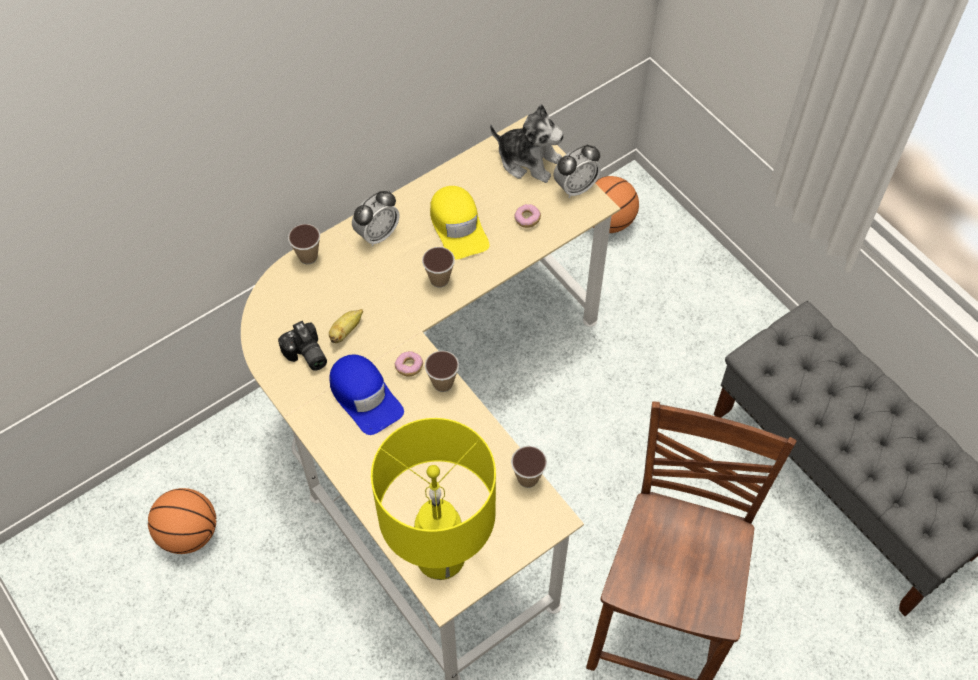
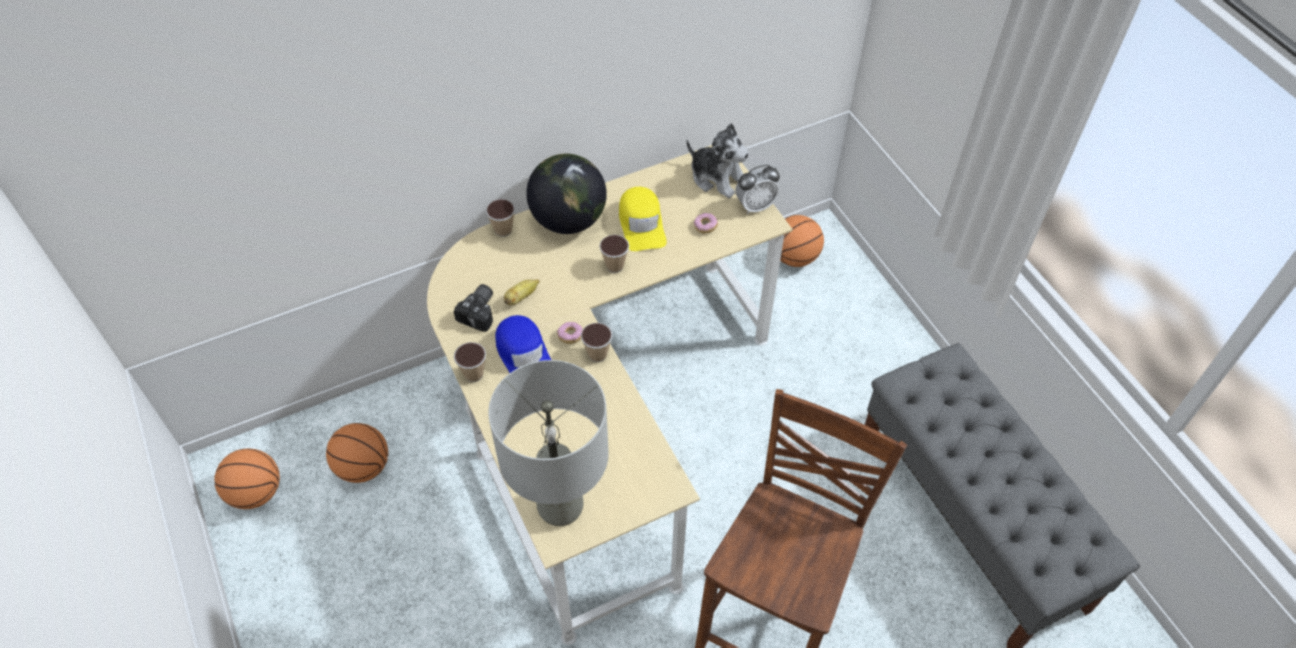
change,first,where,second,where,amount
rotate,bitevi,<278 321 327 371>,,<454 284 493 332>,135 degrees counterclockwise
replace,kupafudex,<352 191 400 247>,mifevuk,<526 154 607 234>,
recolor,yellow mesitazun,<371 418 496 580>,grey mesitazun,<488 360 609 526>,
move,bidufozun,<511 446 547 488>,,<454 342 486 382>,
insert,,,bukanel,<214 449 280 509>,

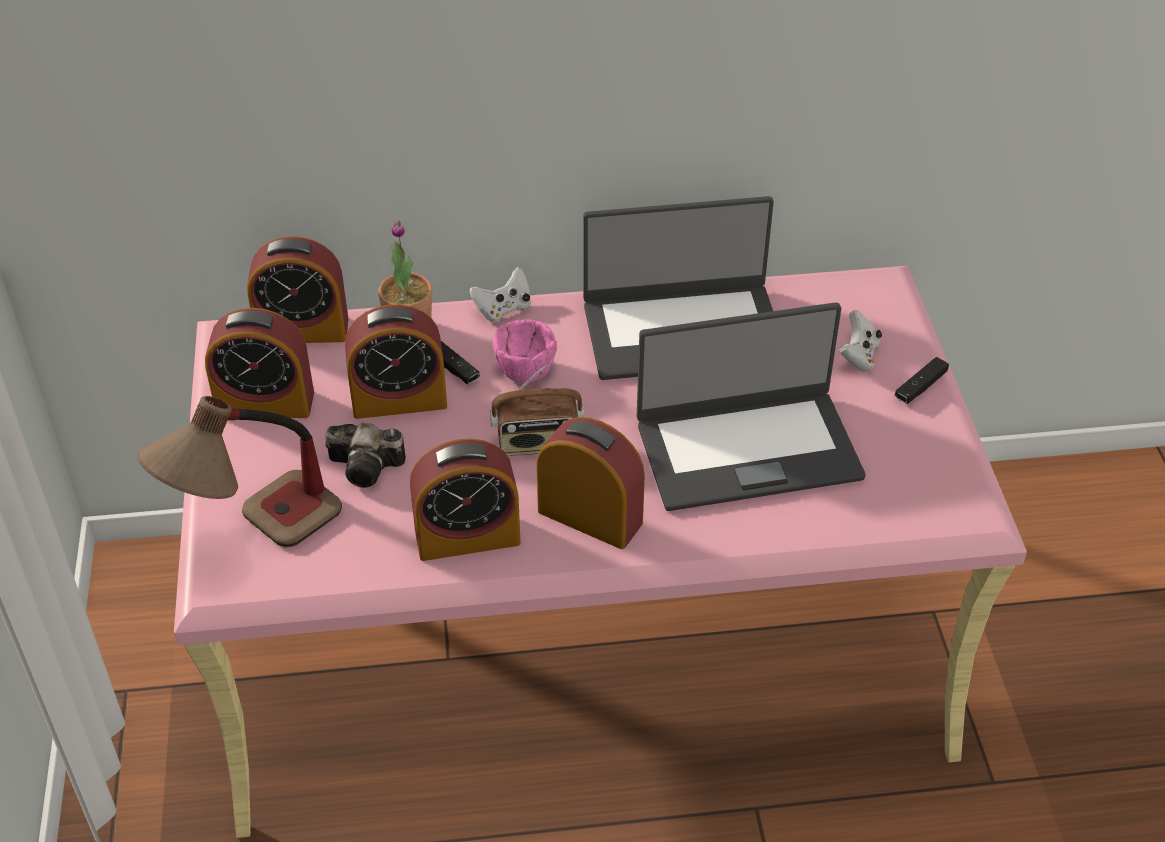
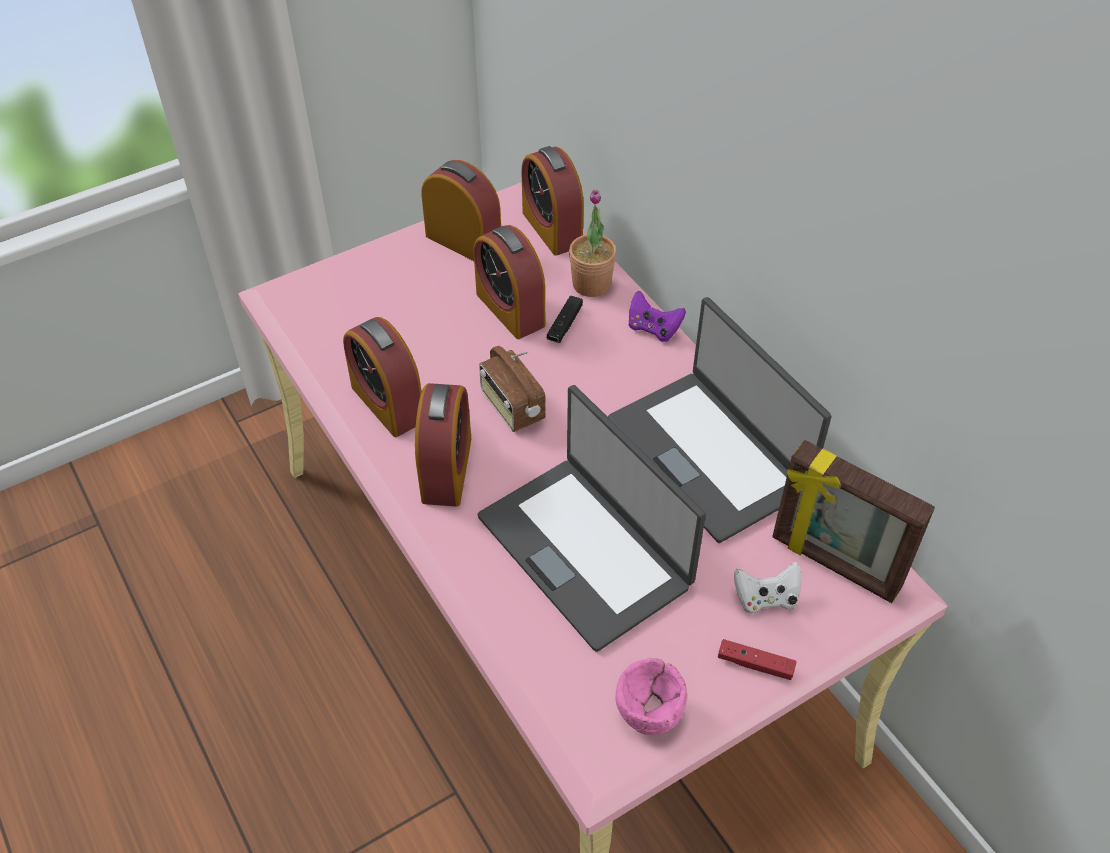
change,first,where,second,where,amount
delete,mesitazun,<138 396 342 547>,,,
rotate,kupafudex,<205 308 314 418>,,<422 160 501 261>,150 degrees clockwise
delete,bitevi,<325 422 406 488>,,,
recolor,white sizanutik,<469 267 531 323>,purple sizanutik,<628 291 686 342>,
move,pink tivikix,<492 319 557 383>,,<616 658 687 735>,
recolor,black sizanutik,<894 357 949 404>,red sizanutik,<718 639 796 680>,
insert,,,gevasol,<772 440 935 603>,

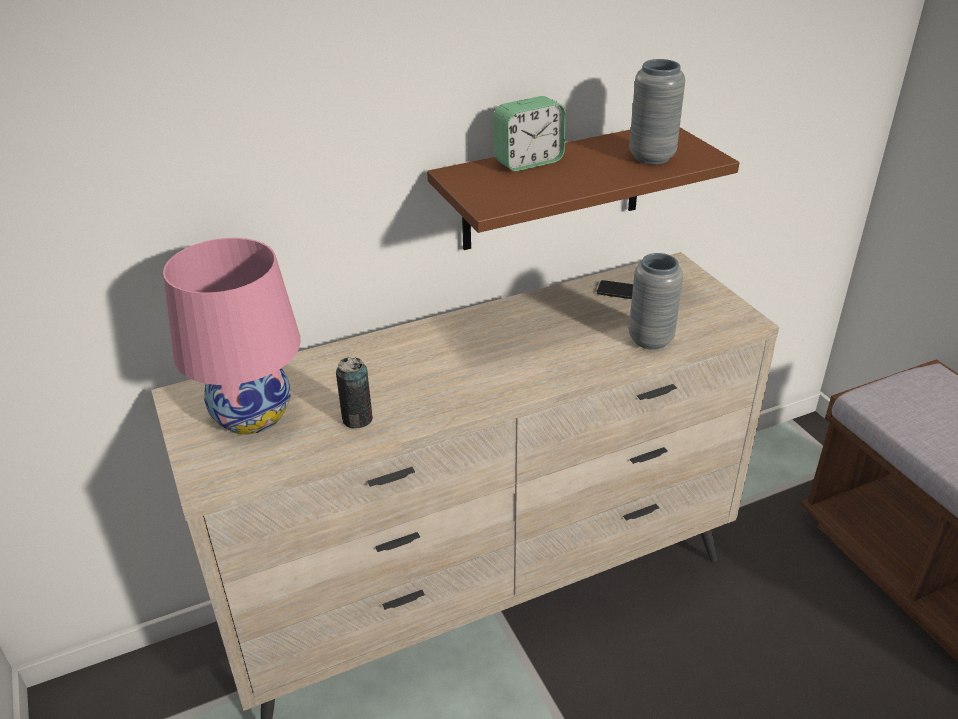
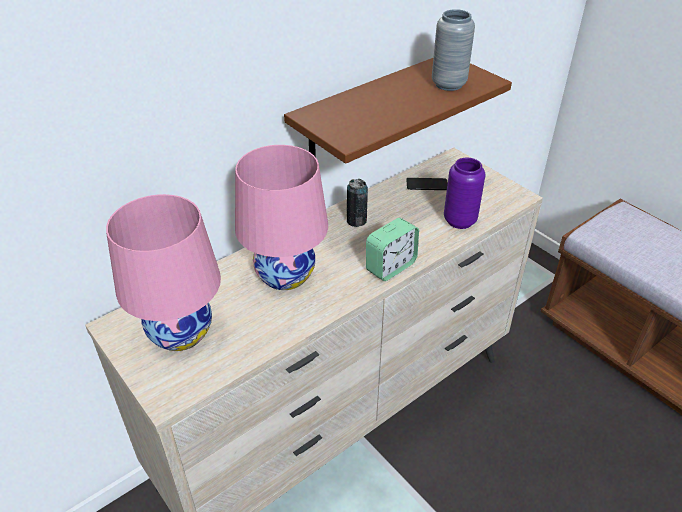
change,first,where,second,where,amount
move,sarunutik,<336 357 373 428>,,<347 179 368 227>,
move,kupafudex,<493 96 566 171>,,<366 218 419 281>,
recolor,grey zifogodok,<629 253 683 350>,purple zifogodok,<444 158 485 229>,
insert,,,pink mesitazun,<235 145 328 290>,

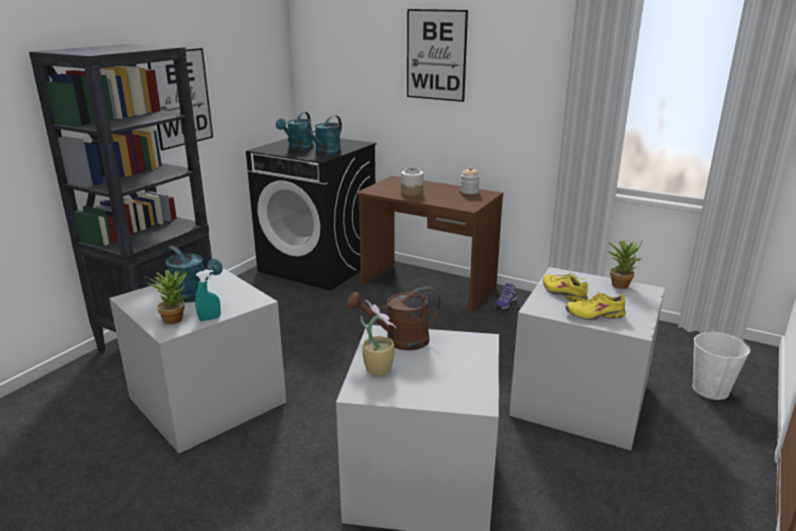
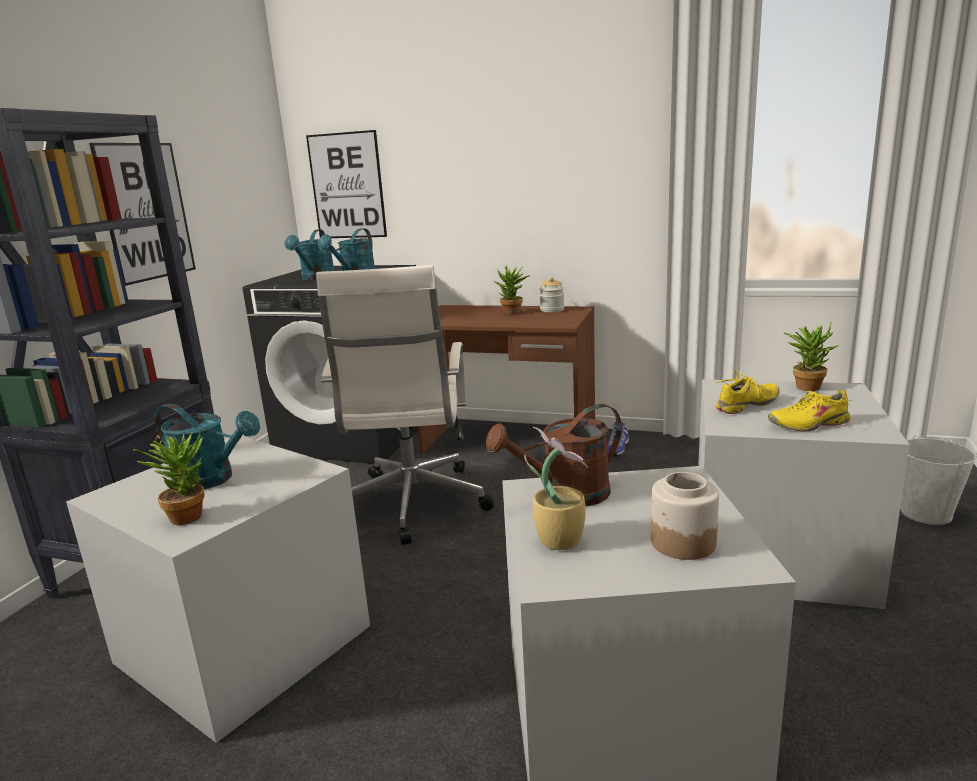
change,first,where,second,where,amount
delete,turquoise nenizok,<195 270 221 321>,,,
move,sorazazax,<401 167 424 196>,,<651 472 719 560>,
move,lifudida,<407 9 468 102>,,<306 130 387 238>,
rotate,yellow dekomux,<543 273 588 302>,,<716 370 780 414>,105 degrees clockwise
insert,,,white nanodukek,<316 265 494 545>,
insert,,,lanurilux,<494 265 530 315>,

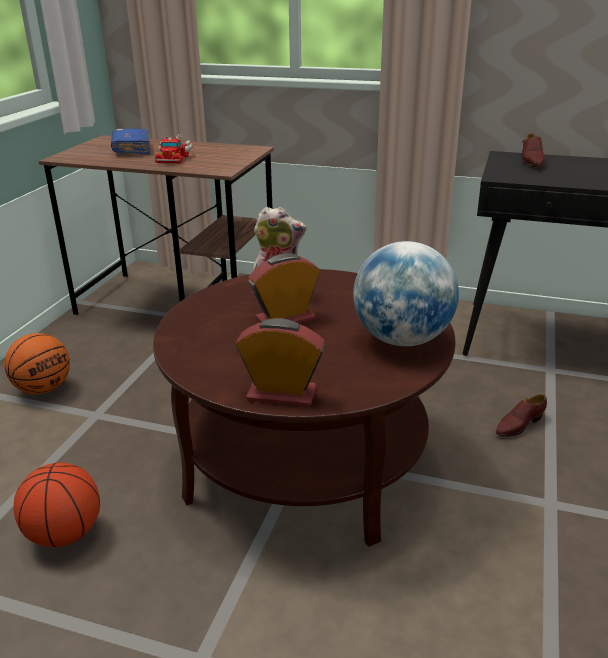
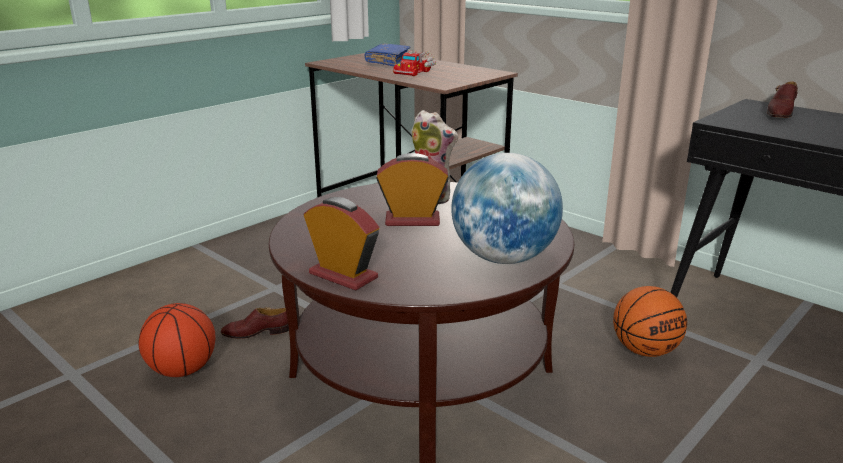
change,first,where,second,where,amount
move,bukanel,<4 333 70 394>,,<613 286 687 357>,
move,brown dekomux,<496 394 547 437>,,<221 307 289 339>,

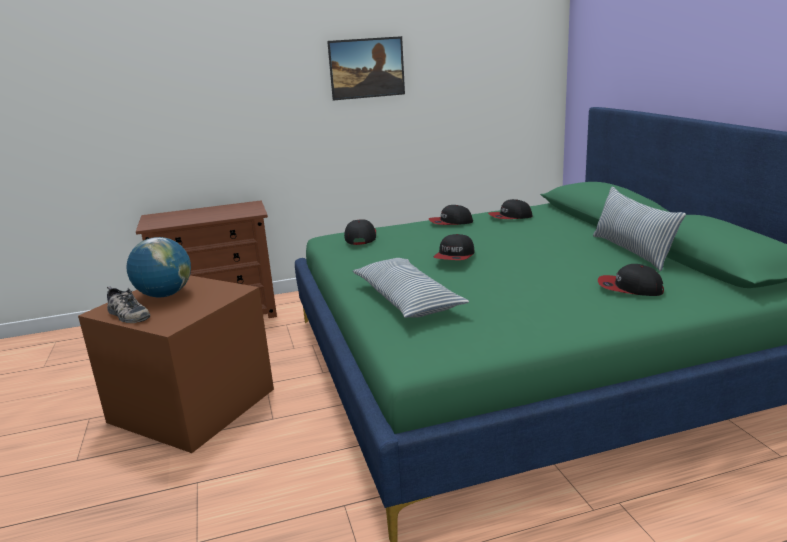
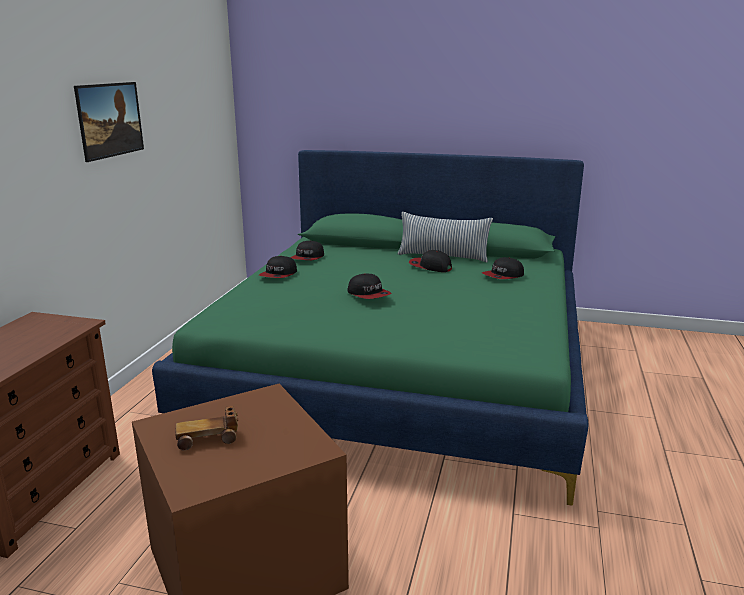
change,first,where,second,where,amount
delete,dekomux,<107 286 150 323>,,,
replace,mifevuk,<126 237 191 297>,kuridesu,<175 406 238 451>,
move,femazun,<344 219 376 245>,,<409 250 452 272>,
delete,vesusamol,<353 258 469 318>,,,

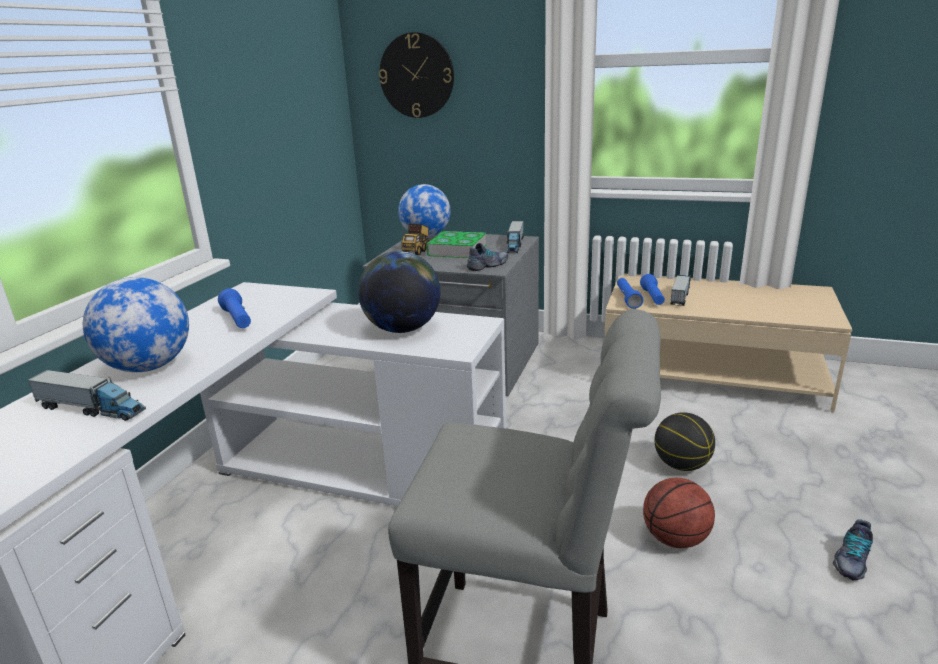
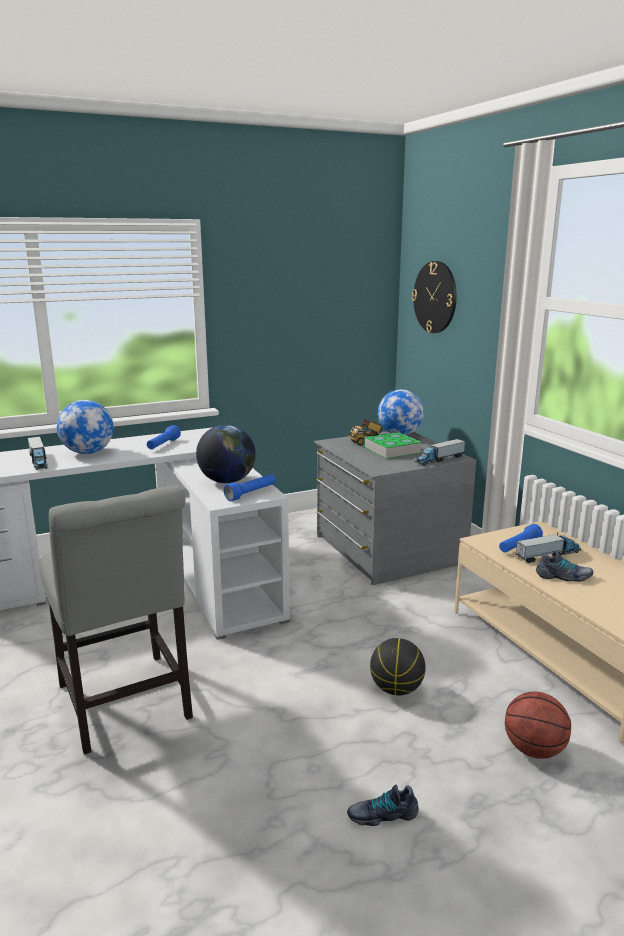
change,first,where,second,where,amount
move,dekomux,<467 243 508 271>,,<536 551 593 582>,
move,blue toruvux,<617 278 643 309>,,<224 474 276 501>,
move,bukanel,<643 478 715 548>,,<505 692 571 759>,

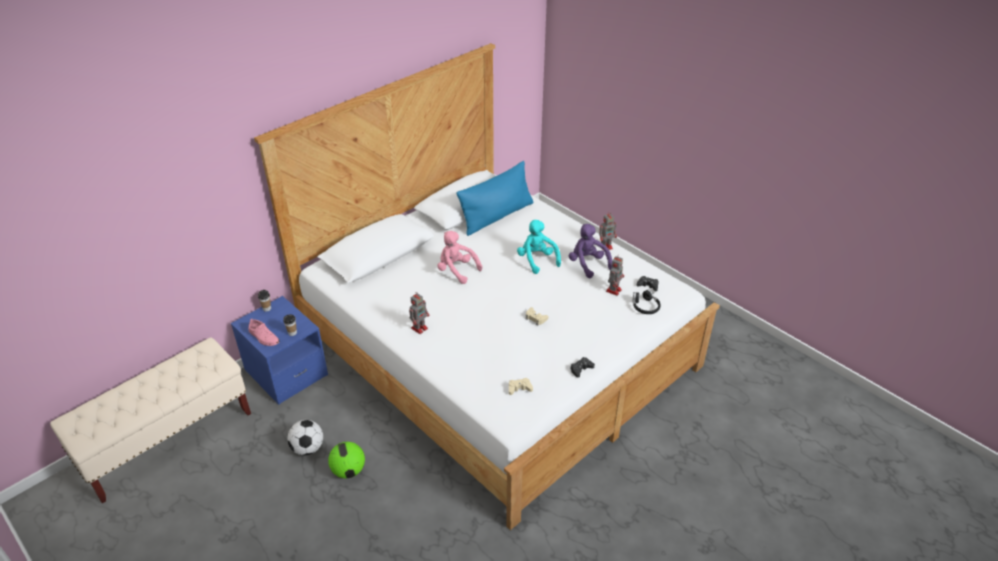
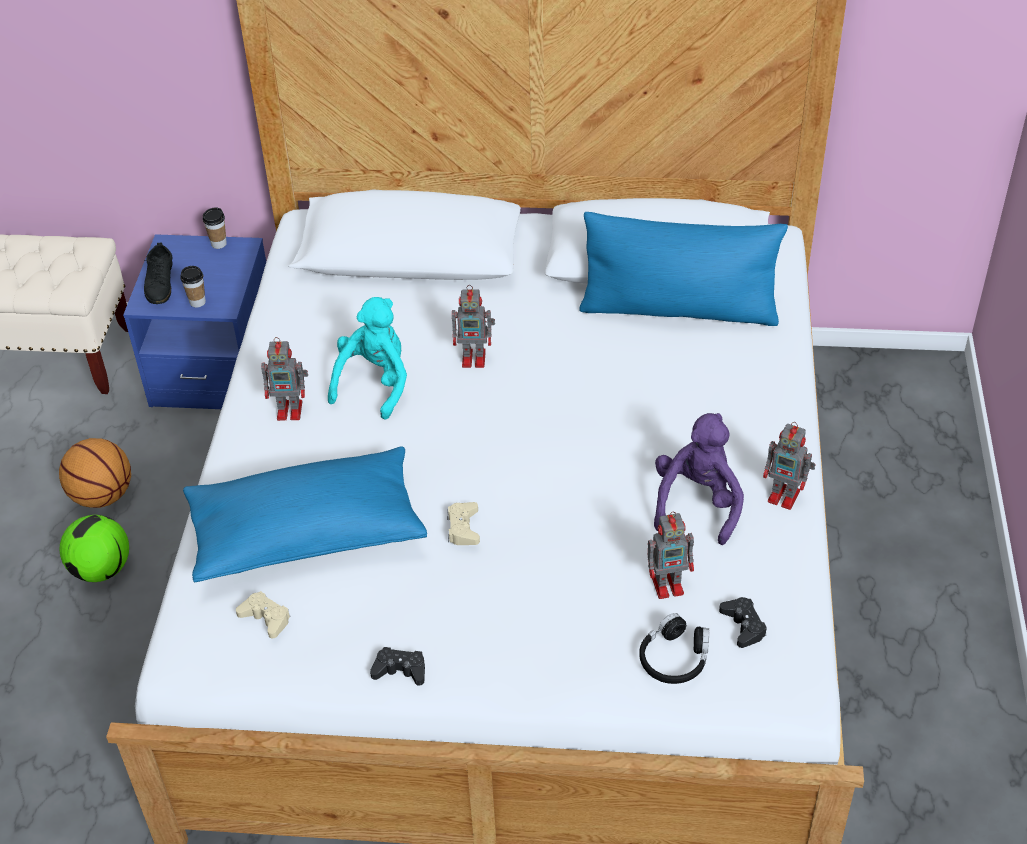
change,first,where,second,where,amount
recolor,pink dekomux,<248 319 280 346>,black dekomux,<144 242 173 304>,
replace,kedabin,<287 420 323 455>,bukanel,<59 438 131 508>,
replace,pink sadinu,<437 231 482 284>,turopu,<452 285 495 368>,
move,turquoise sadinu,<517 220 561 274>,,<328 297 407 420>,
insert,,,blue vesusamol,<183 446 427 582>,

